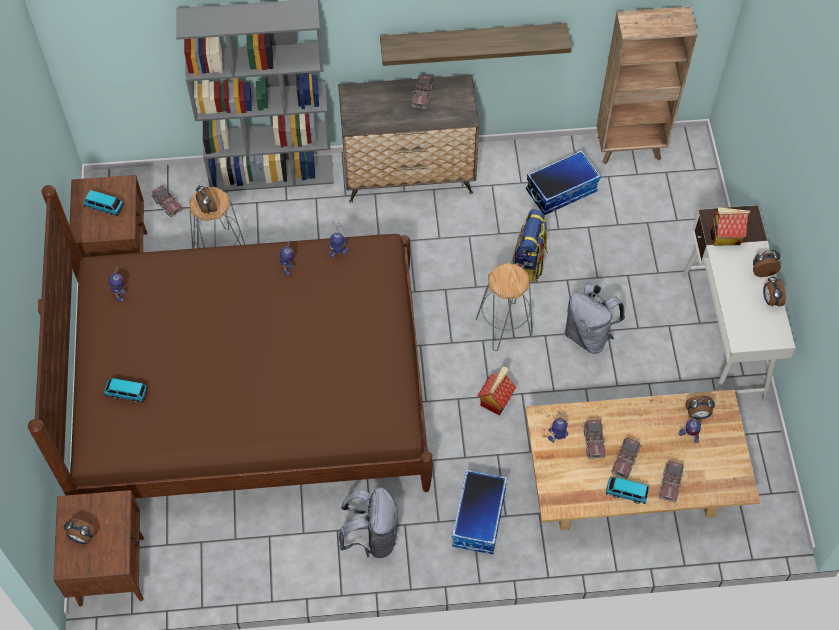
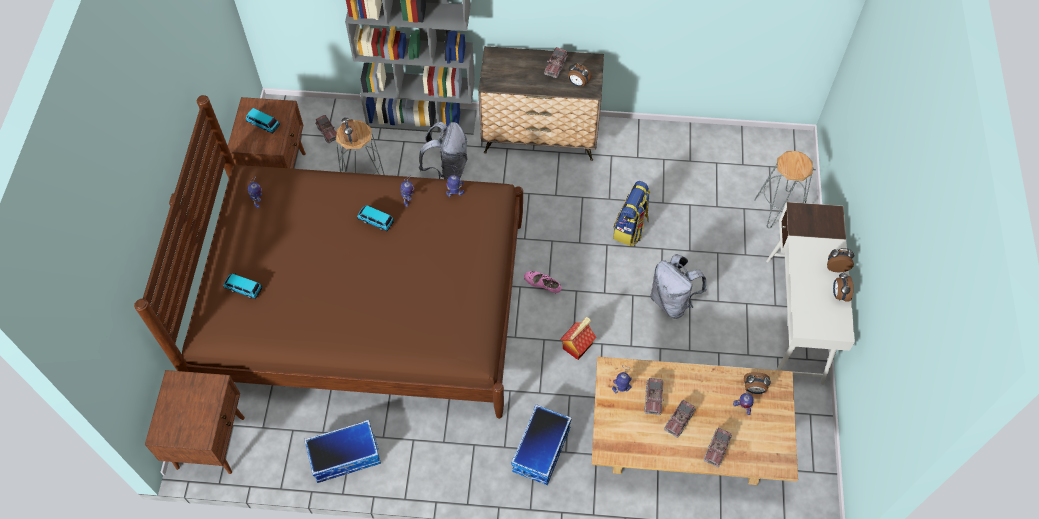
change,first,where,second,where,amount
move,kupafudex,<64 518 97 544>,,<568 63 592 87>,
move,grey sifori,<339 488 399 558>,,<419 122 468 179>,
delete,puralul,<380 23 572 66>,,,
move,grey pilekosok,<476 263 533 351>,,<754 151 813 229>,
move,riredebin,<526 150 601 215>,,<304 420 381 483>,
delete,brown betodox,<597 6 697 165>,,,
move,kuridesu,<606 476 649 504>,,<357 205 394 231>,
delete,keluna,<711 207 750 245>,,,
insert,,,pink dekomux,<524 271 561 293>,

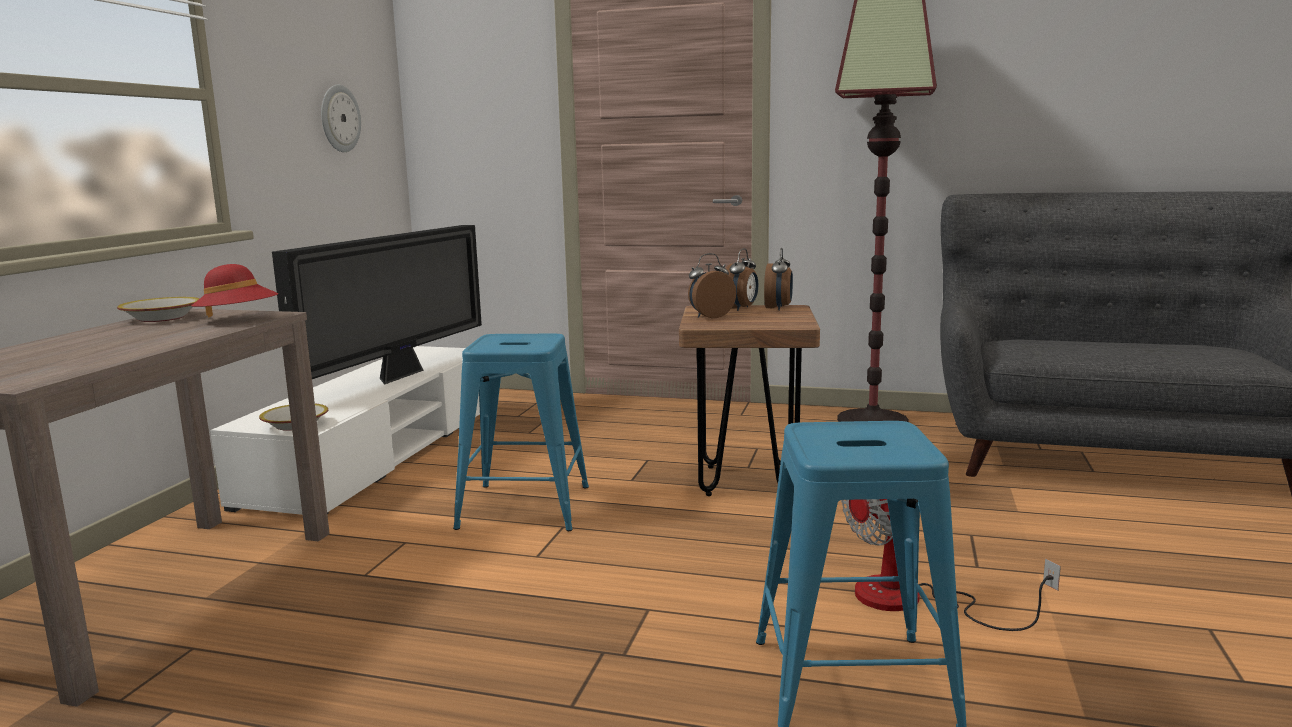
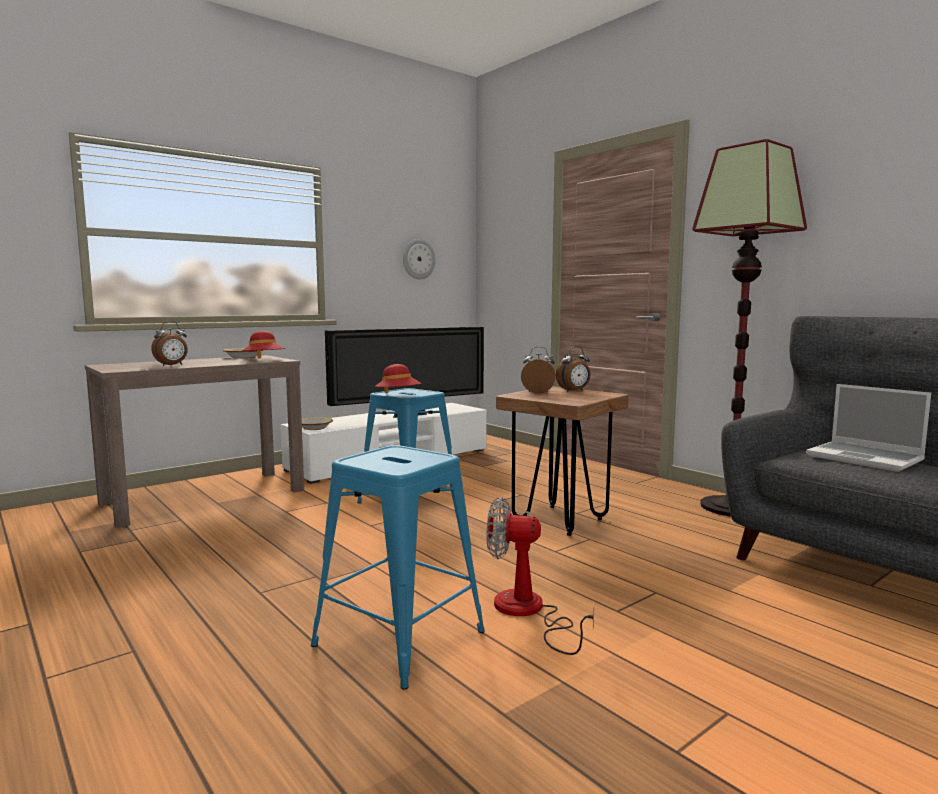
change,first,where,second,where,amount
move,kupafudex,<764 248 793 311>,,<151 321 188 366>,
insert,,,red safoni,<375 364 422 394>,
insert,,,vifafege,<806 384 931 472>,

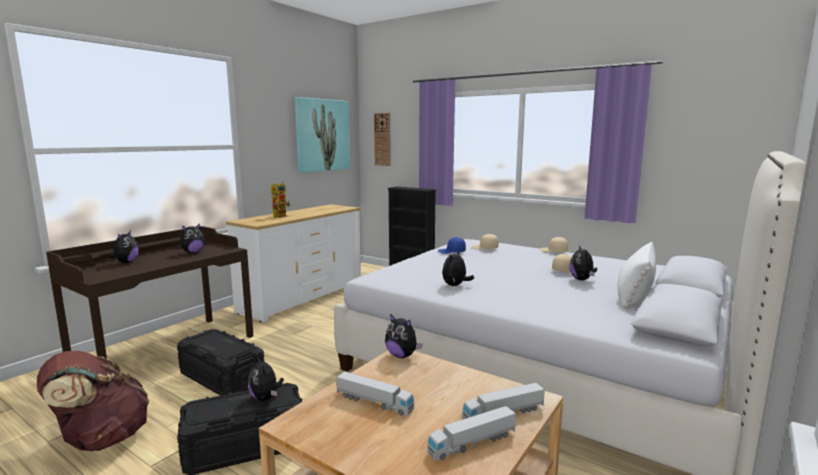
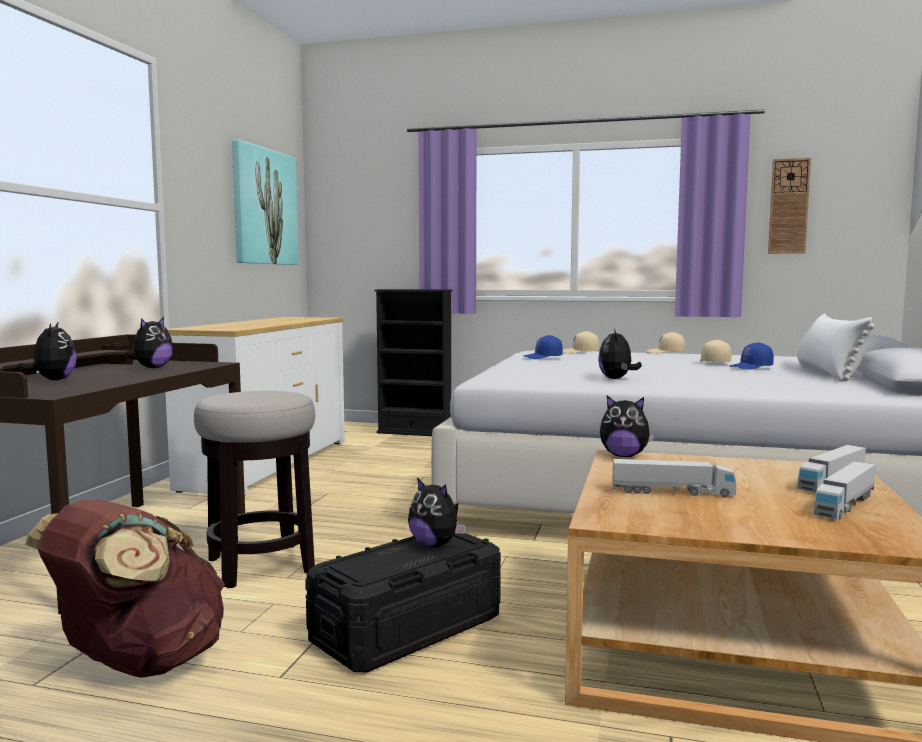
change,first,where,second,where,amount
replace,black riredebin,<177 329 265 396>,pilekosok,<194 391 315 588>,
delete,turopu,<271 182 290 218>,,,
move,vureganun,<374 113 391 166>,,<768 158 811 254>,
replace,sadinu,<570 245 597 280>,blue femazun,<730 342 774 370>,

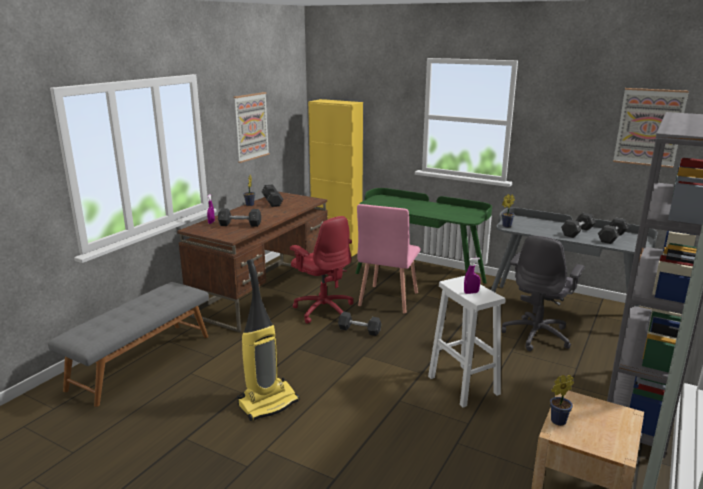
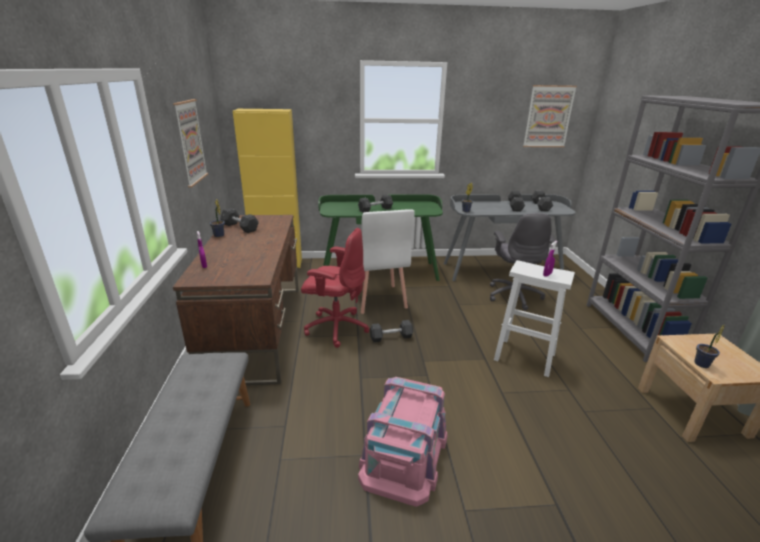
change,first,where,second,where,amount
move,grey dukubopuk,<218 209 261 227>,,<358 194 393 213>,
replace,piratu,<237 259 299 421>,pink riredebin,<358 377 447 507>,
recolor,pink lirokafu,<357 204 421 314>,white lirokafu,<361 209 415 314>,

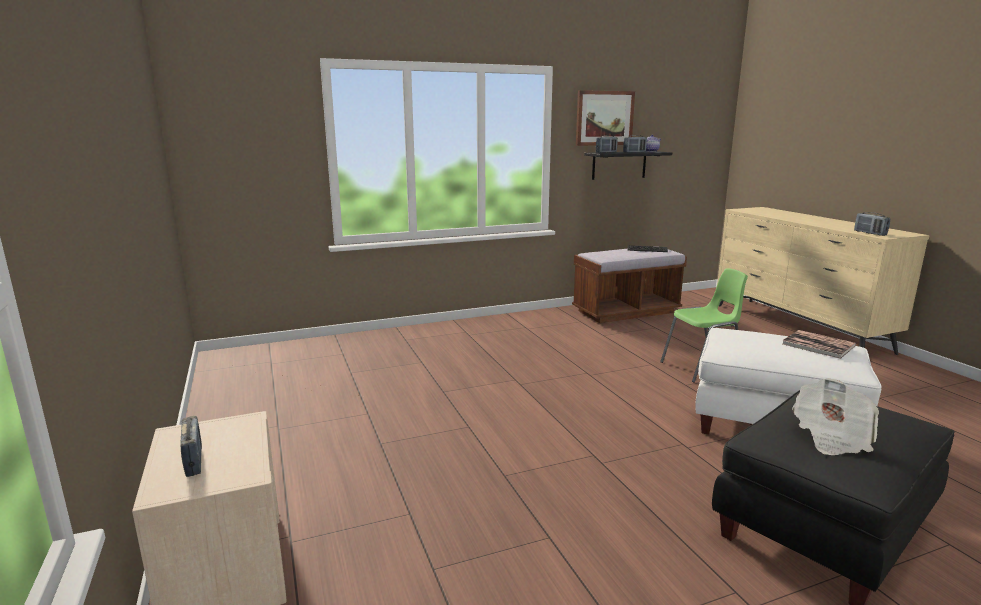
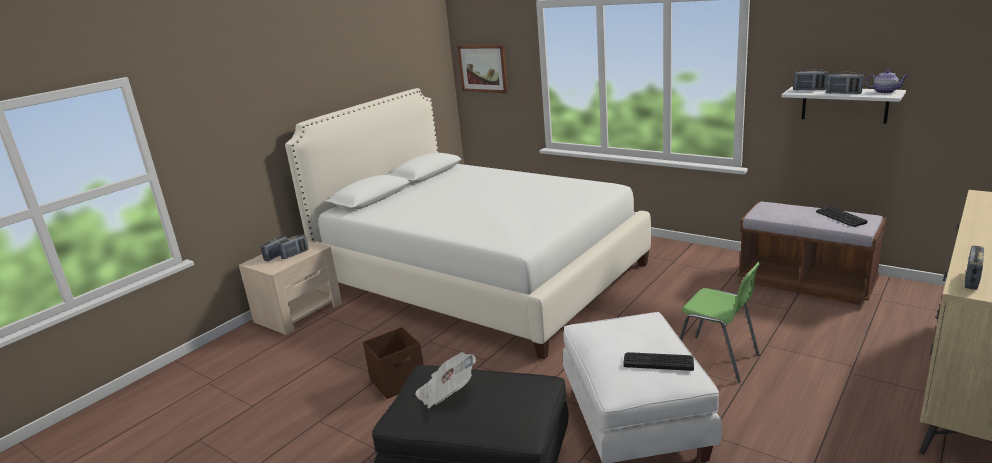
change,first,where,second,where,amount
move,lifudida,<576 90 635 146>,,<457 45 508 93>,
recolor,black puralul,<584 151 672 180>,white puralul,<781 87 906 124>,
replace,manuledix,<782 330 856 359>,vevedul,<623 352 694 371>,
insert,,,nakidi,<278 235 309 259>,
insert,,,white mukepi,<285 88 651 359>,
insert,,,brown riredebin,<363 327 424 399>,

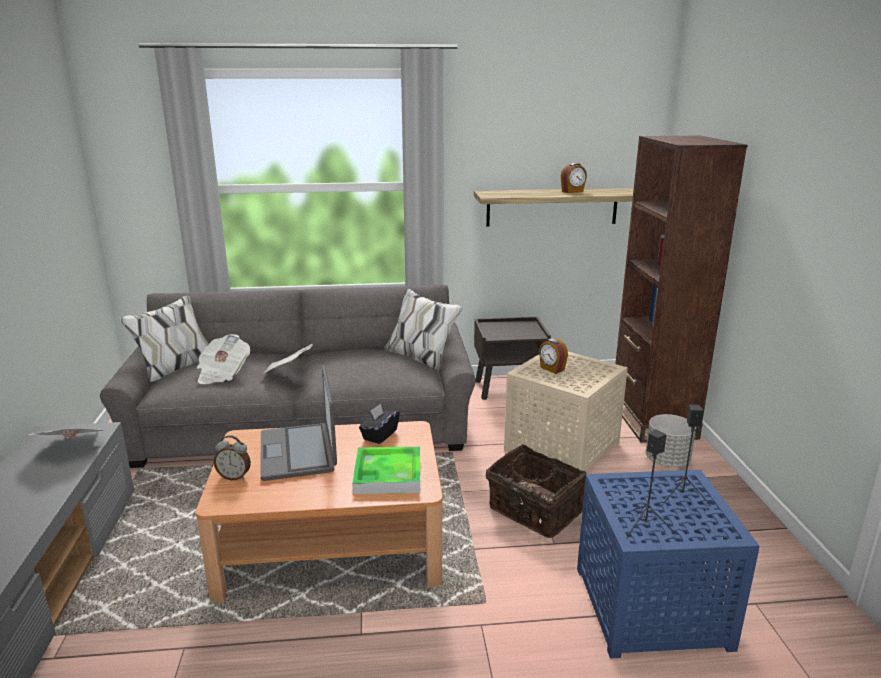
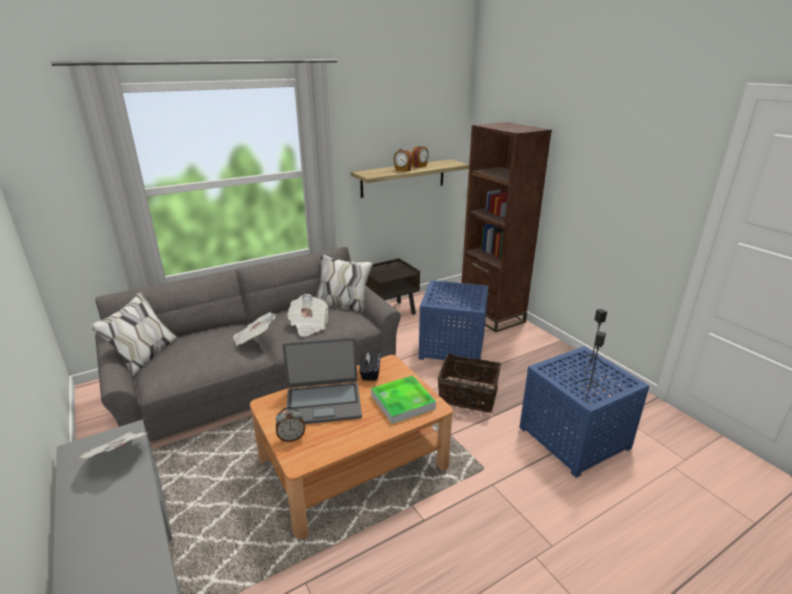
change,first,where,second,where,amount
move,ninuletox,<197 334 250 384>,,<287 294 328 337>,
rotate,vifafege,<261 365 337 481>,,<282 337 362 424>,60 degrees counterclockwise
recolor,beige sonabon,<504 352 627 472>,blue sonabon,<419 280 488 360>,
move,kupafudex,<539 339 568 374>,,<394 148 413 172>,
delete,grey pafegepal,<646 414 696 467>,,,

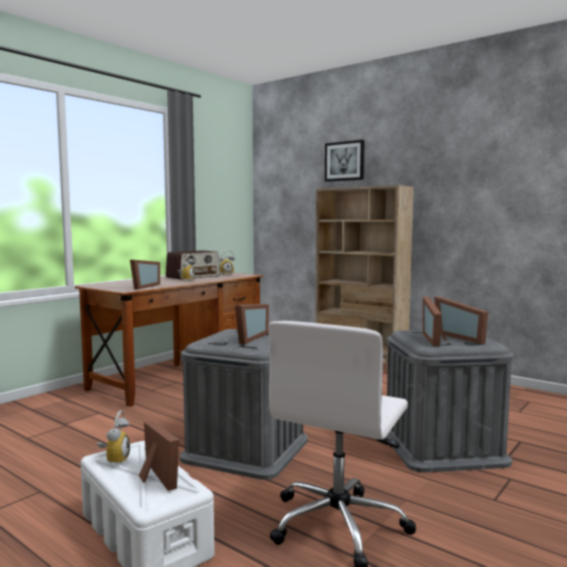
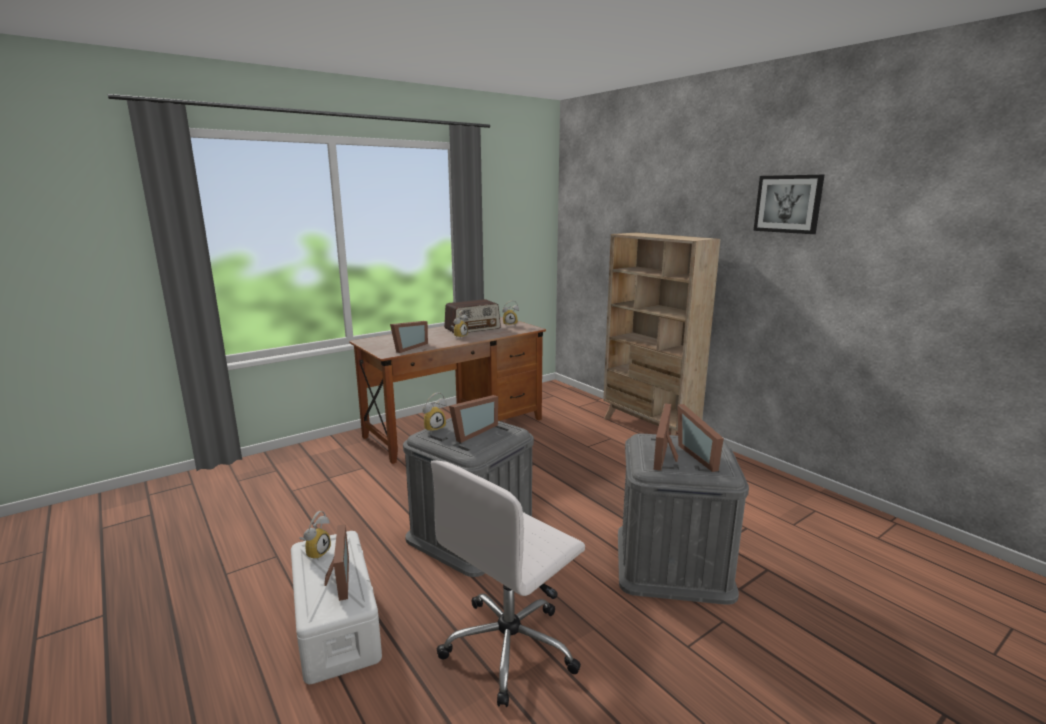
change,first,where,second,where,amount
move,lifudida,<325 140 365 182>,,<753 175 824 234>,
insert,,,kupafudex,<422 392 447 432>,

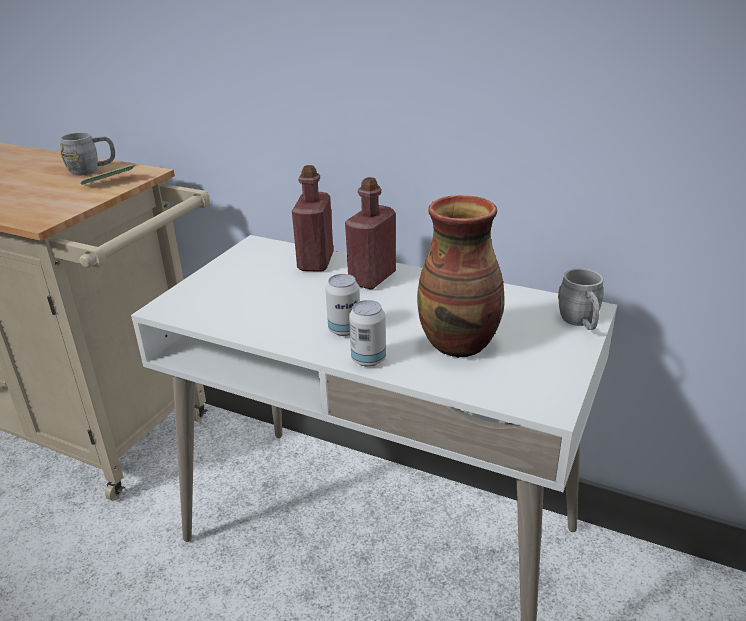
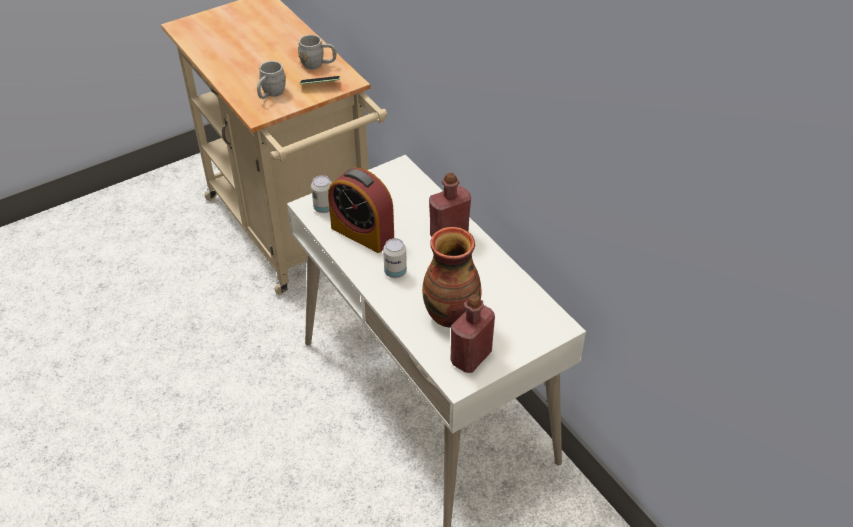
change,first,where,second,where,amount
move,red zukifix,<292 165 333 272>,,<451 294 495 373>,
move,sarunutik,<349 300 386 367>,,<311 175 332 213>,
move,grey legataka,<558 268 604 330>,,<257 61 286 99>,
insert,,,kupafudex,<328 168 394 253>,

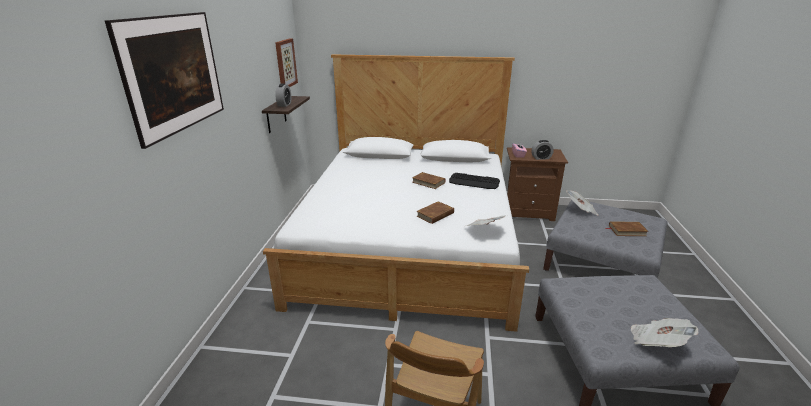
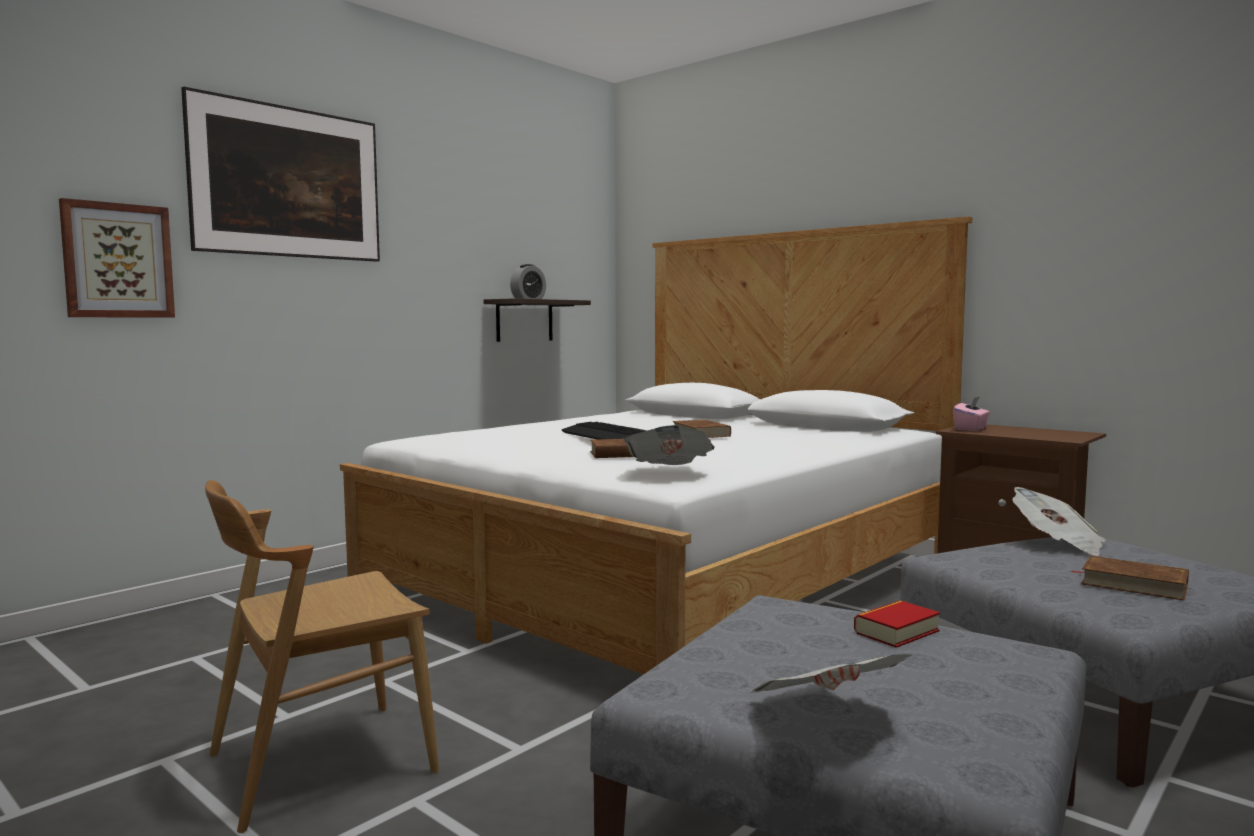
change,first,where,second,where,amount
move,lifudida,<275 38 298 87>,,<59 198 175 318>,
move,vevedul,<449 173 500 189>,,<562 422 647 439>,
delete,kupafudex,<531 140 554 160>,,,
insert,,,manuledix,<854 600 940 648>,

